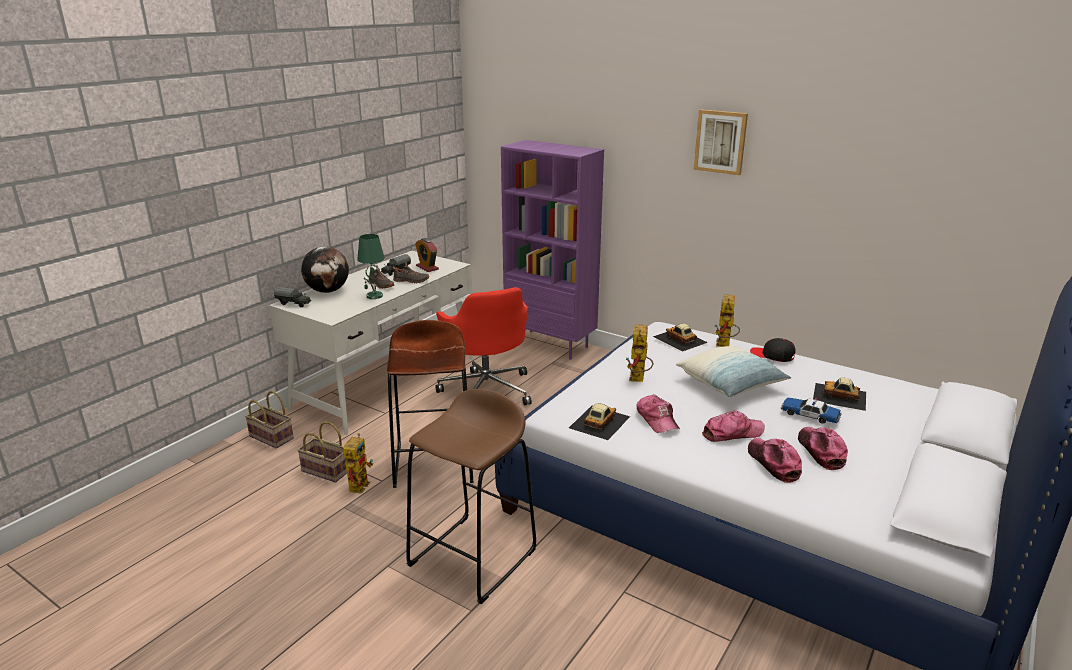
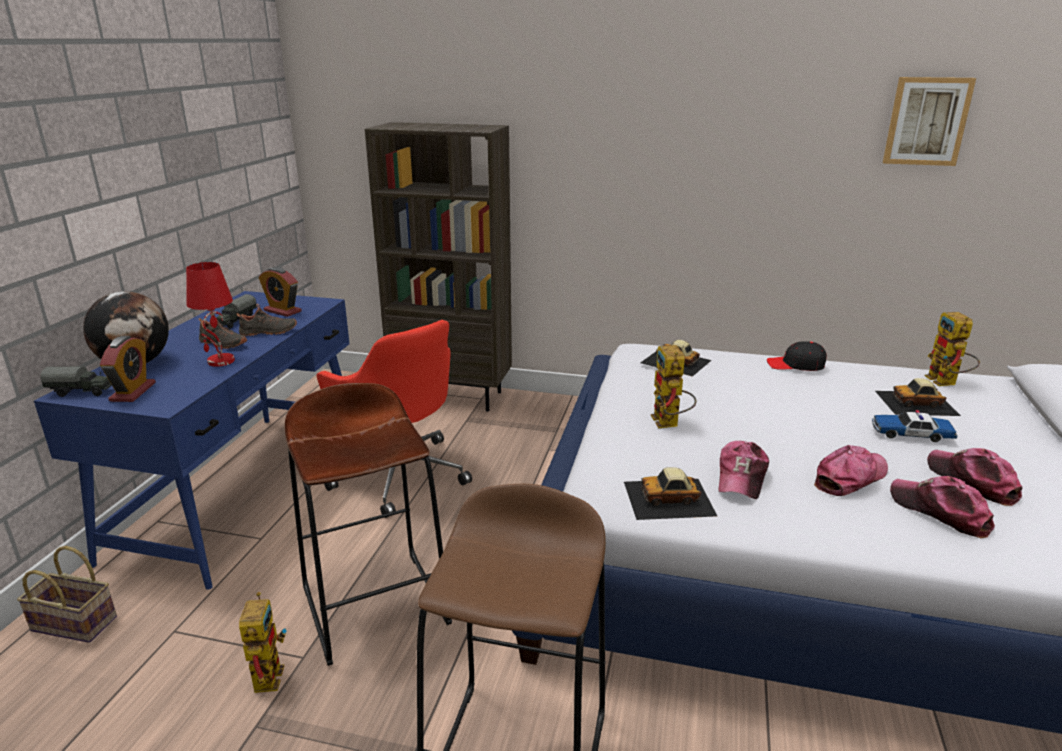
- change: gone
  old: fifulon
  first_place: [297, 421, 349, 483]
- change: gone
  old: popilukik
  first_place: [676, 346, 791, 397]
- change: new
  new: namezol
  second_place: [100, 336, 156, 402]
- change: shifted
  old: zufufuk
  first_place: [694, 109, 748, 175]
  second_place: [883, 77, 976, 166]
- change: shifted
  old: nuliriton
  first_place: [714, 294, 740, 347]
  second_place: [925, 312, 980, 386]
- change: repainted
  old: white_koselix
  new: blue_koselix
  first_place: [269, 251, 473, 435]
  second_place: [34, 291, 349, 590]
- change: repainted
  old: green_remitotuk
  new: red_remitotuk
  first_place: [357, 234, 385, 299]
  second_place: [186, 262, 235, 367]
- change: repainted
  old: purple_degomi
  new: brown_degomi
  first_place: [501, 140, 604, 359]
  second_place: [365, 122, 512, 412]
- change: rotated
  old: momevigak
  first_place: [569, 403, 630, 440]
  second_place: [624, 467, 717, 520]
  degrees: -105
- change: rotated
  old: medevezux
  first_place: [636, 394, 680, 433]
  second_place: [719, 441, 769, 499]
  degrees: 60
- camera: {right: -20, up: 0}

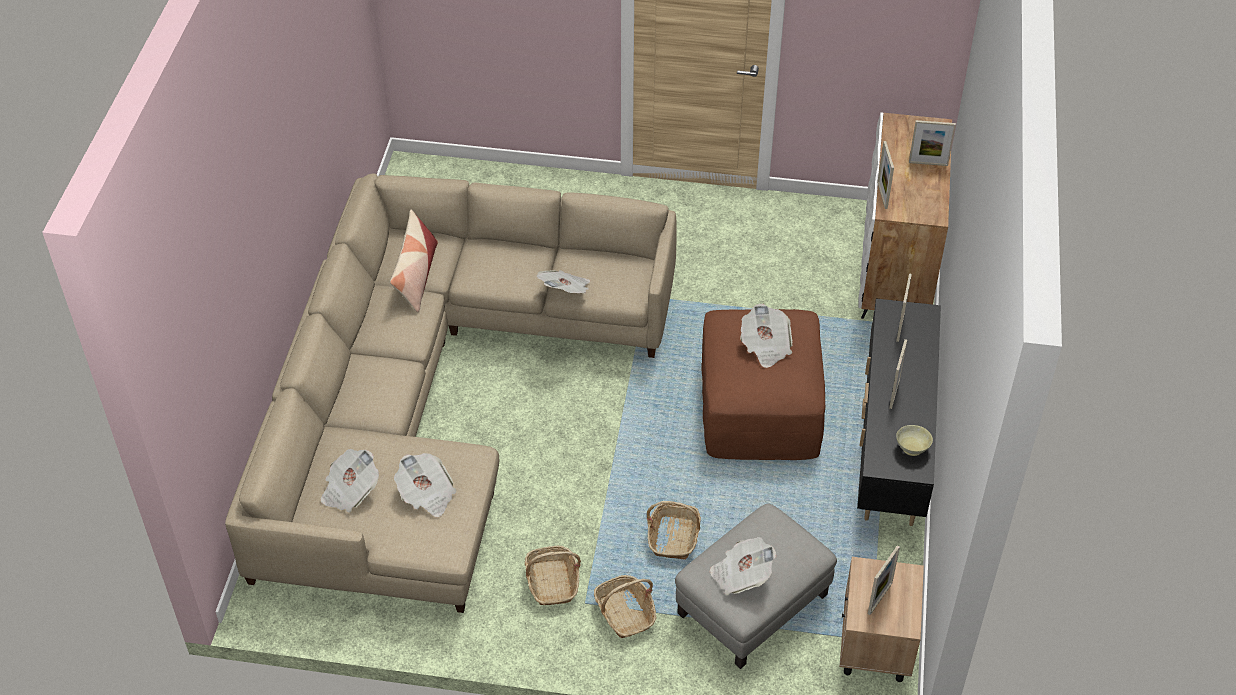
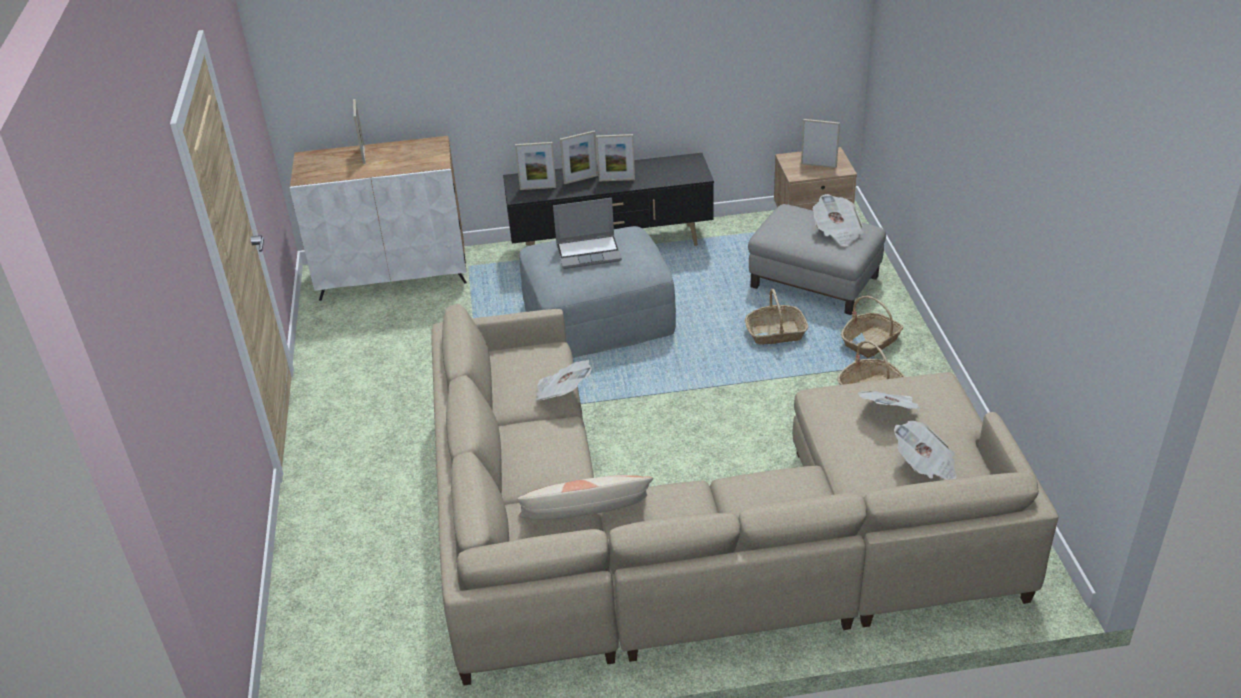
- change: gone
  old: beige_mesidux
  first_place: [896, 425, 933, 456]
- change: shifted
  old: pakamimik
  first_place: [877, 141, 894, 209]
  second_place: [560, 130, 598, 184]
- change: swapped
  old: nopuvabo
  new: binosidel
  first_place: [740, 304, 792, 368]
  second_place: [553, 198, 622, 269]
- change: repainted
  old: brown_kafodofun
  new: grey_kafodofun
  first_place: [701, 309, 825, 460]
  second_place: [519, 226, 676, 358]
- camera: {right: -105, up: -10}

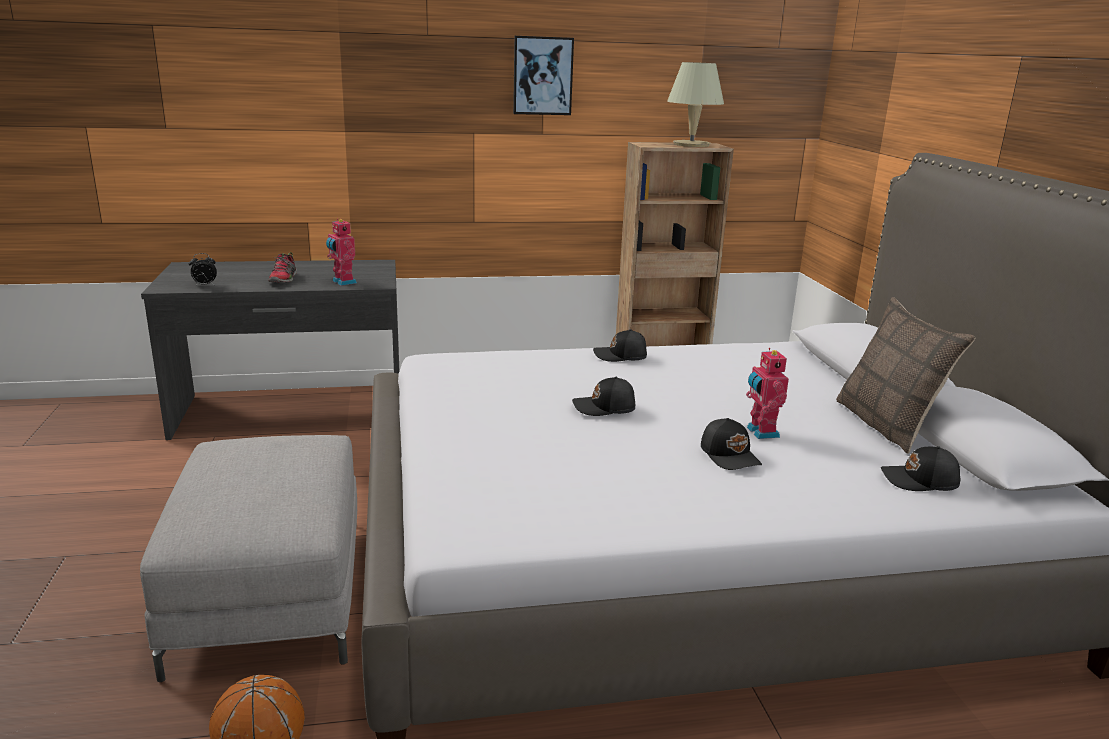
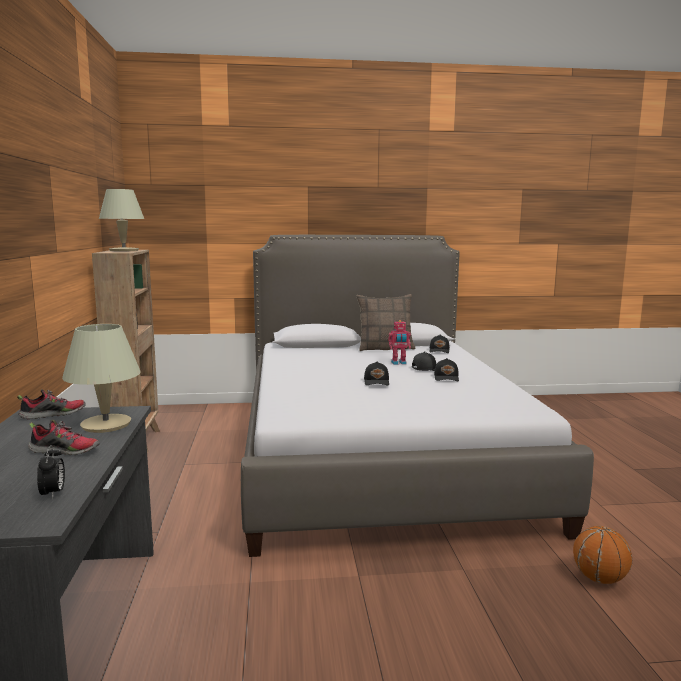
- change: gone
  old: grey_kafodofun
  first_place: [140, 435, 357, 682]
- change: gone
  old: zufufuk
  first_place: [513, 36, 574, 115]
- change: new
  new: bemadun
  second_place: [17, 389, 86, 420]
- change: shifted
  old: black_medevezux
  first_place: [593, 329, 647, 362]
  second_place: [434, 358, 459, 381]
- change: swapped
  old: nuliriton
  new: beige_remitotuk
  first_place: [326, 218, 357, 286]
  second_place: [62, 324, 141, 433]
- camera: {right: -85, up: -10}

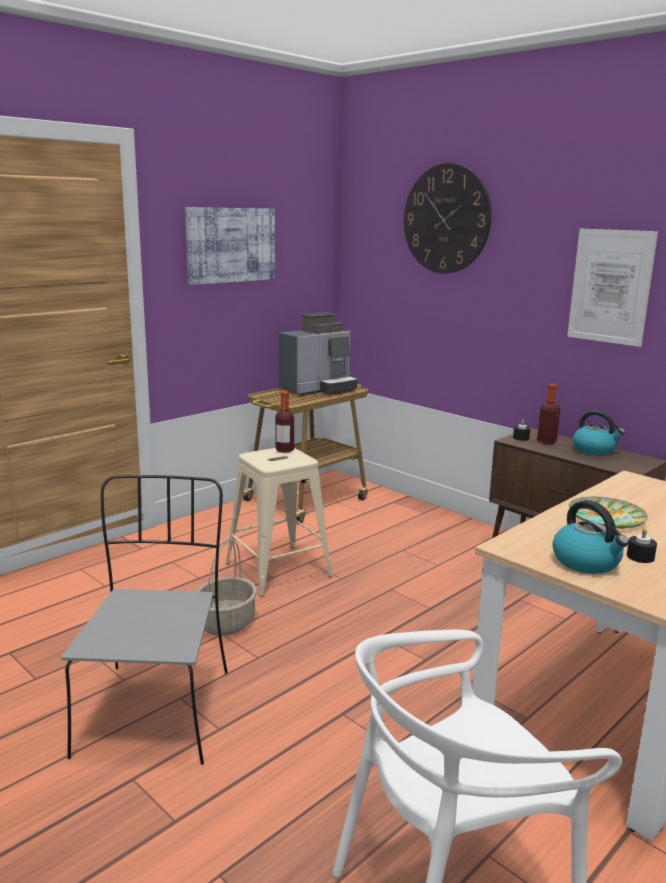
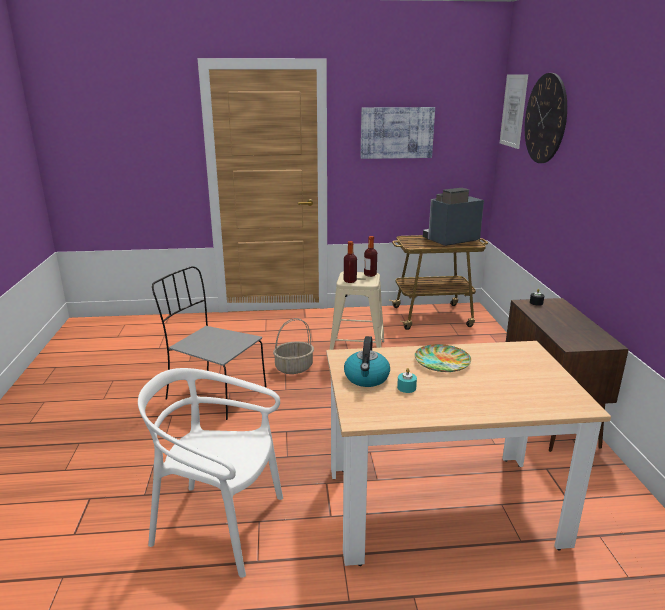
- change: gone
  old: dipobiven
  first_place: [573, 410, 625, 455]
- change: shifted
  old: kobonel
  first_place: [537, 384, 560, 444]
  second_place: [344, 241, 357, 283]
- change: shifted
  old: zufufuk
  first_place: [567, 229, 658, 347]
  second_place: [500, 75, 528, 149]
- change: repainted
  old: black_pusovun
  new: turquoise_pusovun
  first_place: [627, 528, 657, 563]
  second_place: [397, 368, 417, 393]
- change: rotated
  old: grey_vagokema
  first_place: [61, 475, 228, 765]
  second_place: [152, 266, 267, 420]
  degrees: -105
- change: rotated
  old: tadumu
  first_place: [279, 312, 357, 395]
  second_place: [423, 188, 484, 246]
  degrees: 150
- camera: {right: 40, up: 5}

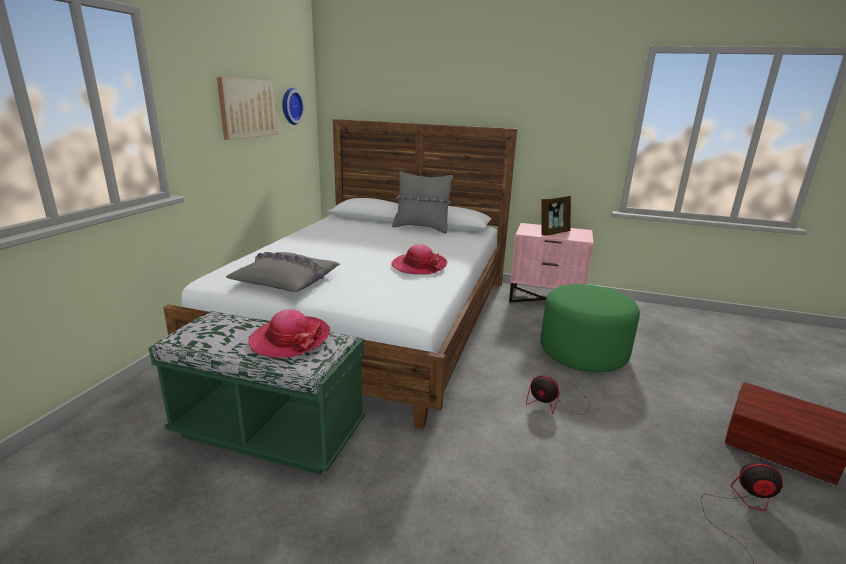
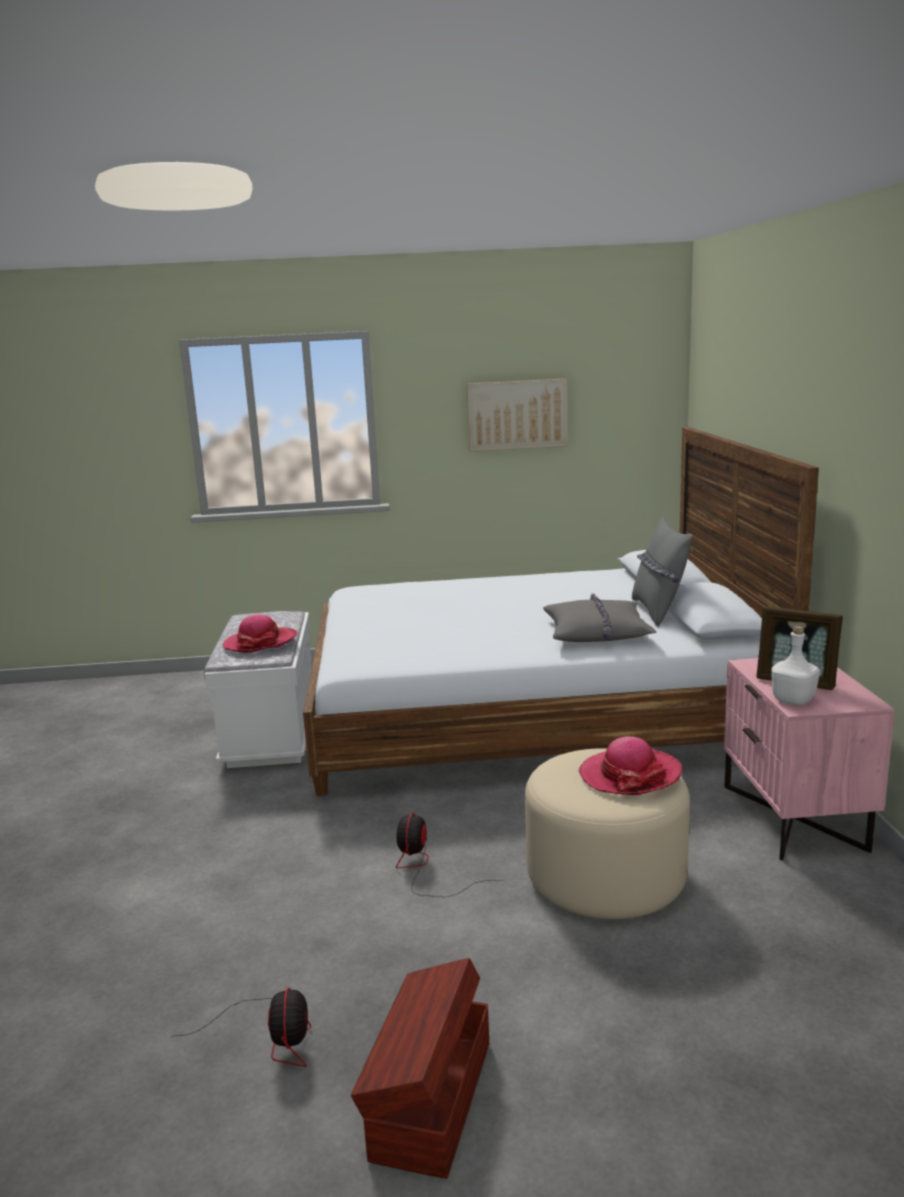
- change: gone
  old: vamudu
  first_place: [282, 88, 305, 125]
- change: new
  new: white_kobonel
  second_place: [771, 626, 820, 705]
- change: shifted
  old: grey_popilukik
  first_place: [226, 252, 340, 292]
  second_place: [543, 593, 656, 642]
- change: shifted
  old: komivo
  first_place: [391, 244, 447, 275]
  second_place: [579, 736, 682, 795]
- change: repainted
  old: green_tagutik
  new: white_tagutik
  first_place: [149, 311, 365, 474]
  second_place: [204, 611, 312, 768]
- change: repainted
  old: green_kafodofun
  new: beige_kafodofun
  first_place: [540, 284, 640, 372]
  second_place: [525, 748, 690, 919]
- camera: {right: 70, up: -5}

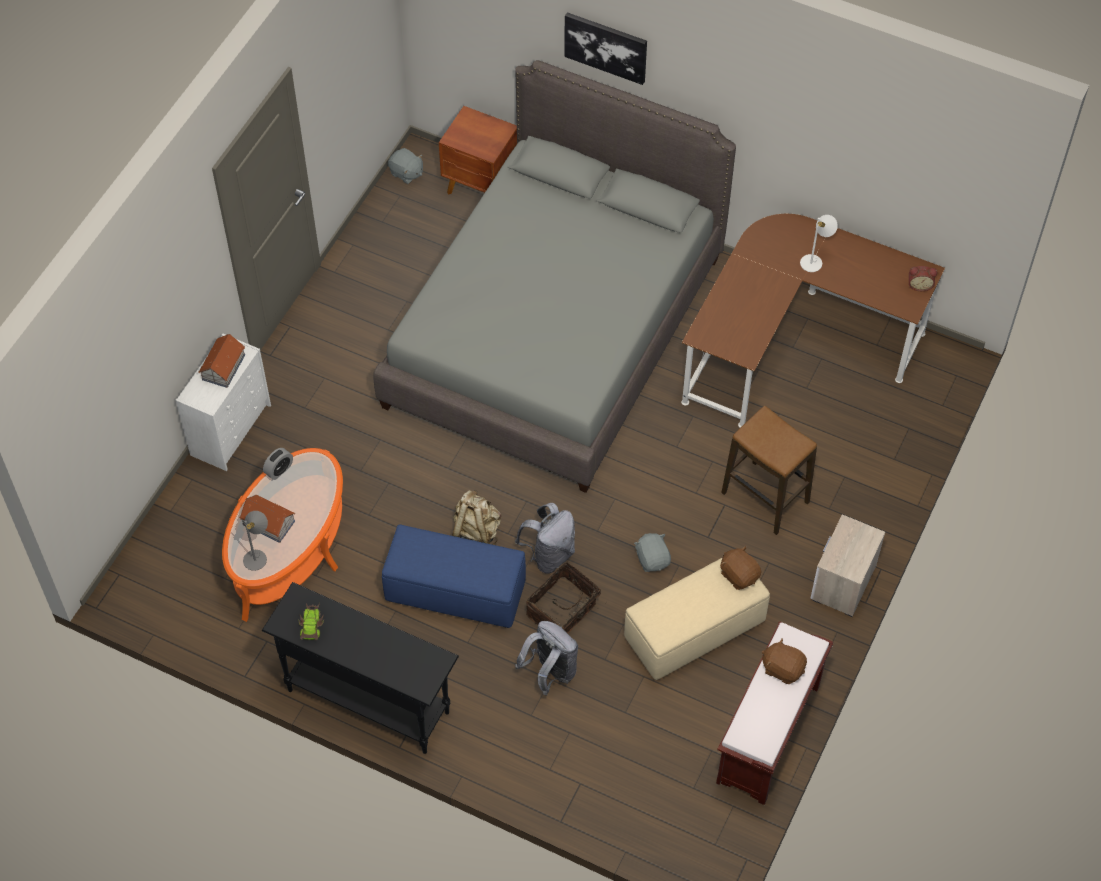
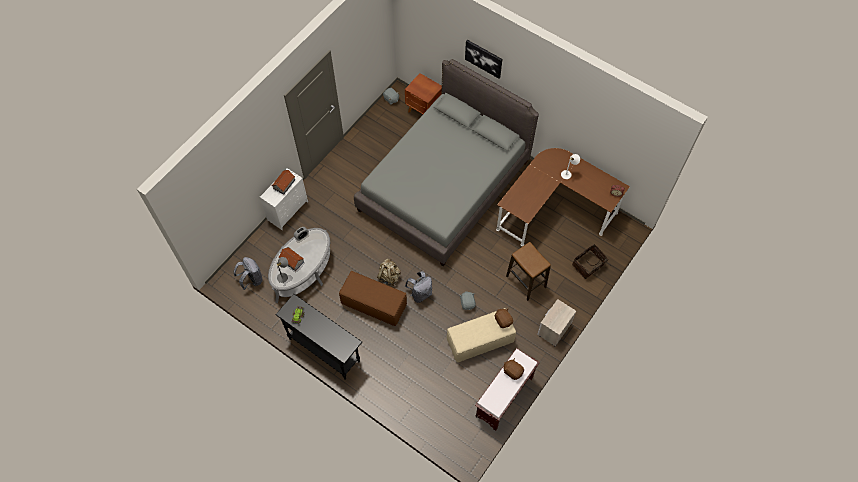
- change: shifted
  old: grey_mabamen
  first_place: [515, 621, 578, 696]
  second_place: [234, 257, 262, 290]
- change: shifted
  old: fifulon
  first_place: [526, 562, 607, 633]
  second_place: [572, 244, 608, 279]
- change: repainted
  old: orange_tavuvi
  new: grey_tavuvi
  first_place: [222, 448, 343, 622]
  second_place: [268, 228, 330, 303]
- change: repainted
  old: blue_kafodofun
  new: brown_kafodofun
  first_place: [382, 524, 526, 628]
  second_place: [339, 271, 407, 326]
- camera: {right: 10, up: 5}

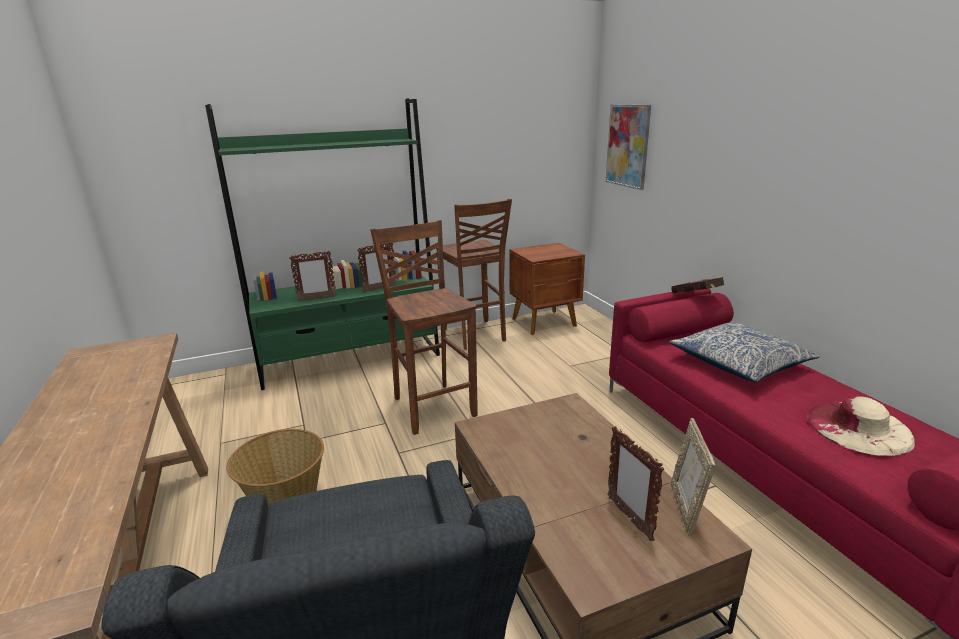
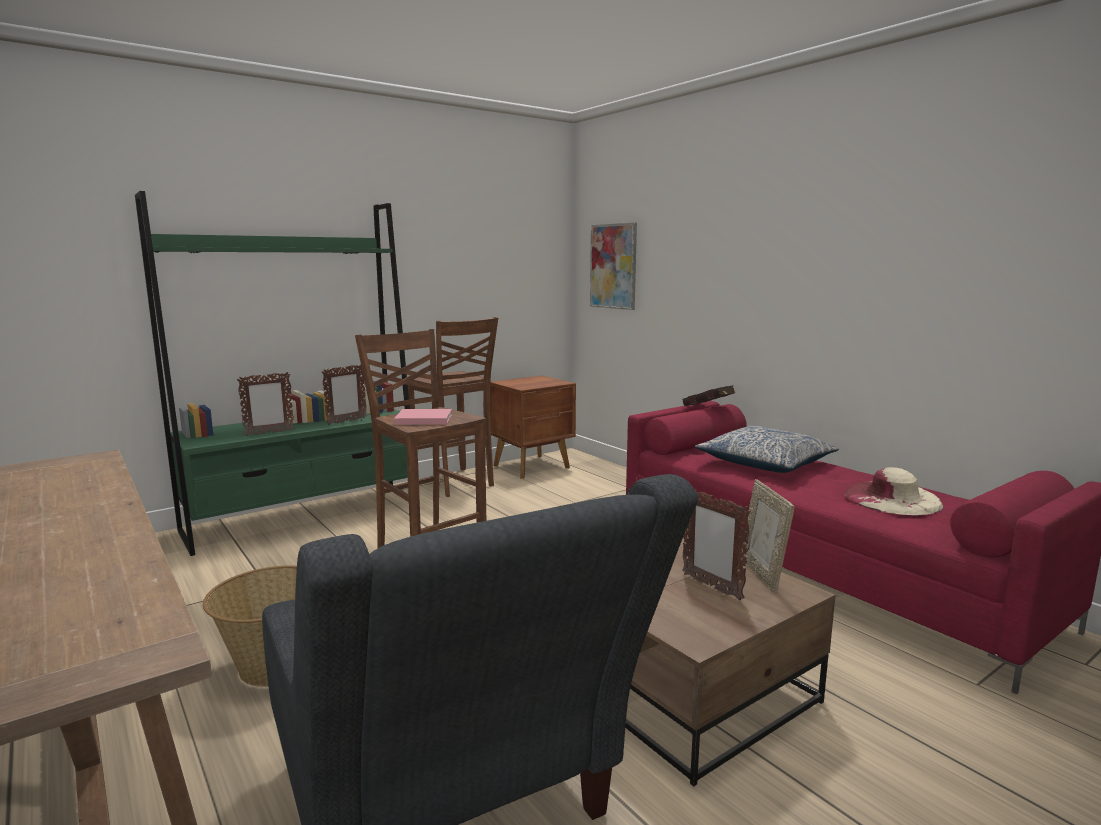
- change: new
  new: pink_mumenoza
  second_place: [394, 409, 452, 425]
- camera: {right: -15, up: -10}

